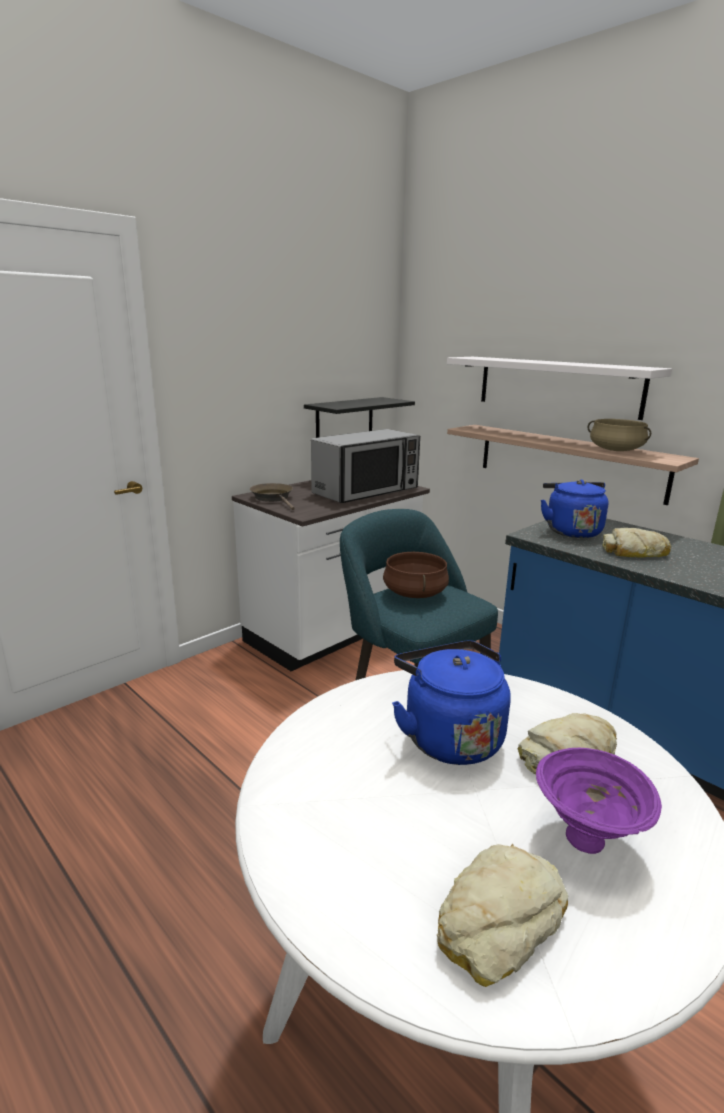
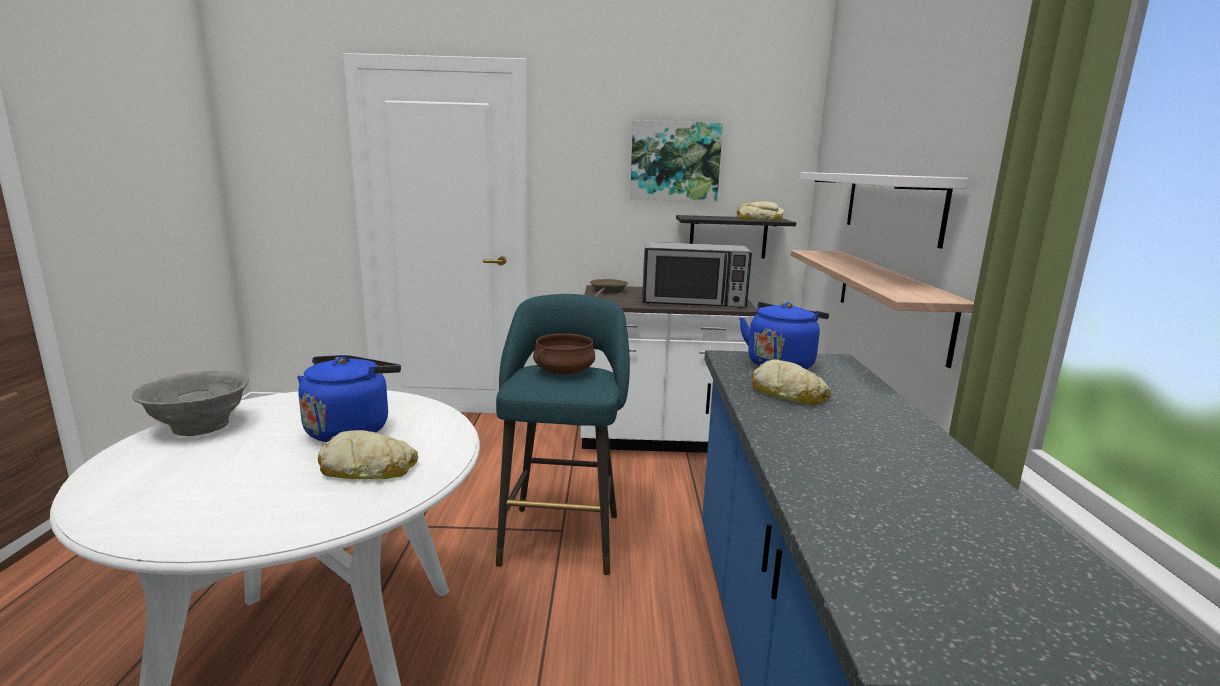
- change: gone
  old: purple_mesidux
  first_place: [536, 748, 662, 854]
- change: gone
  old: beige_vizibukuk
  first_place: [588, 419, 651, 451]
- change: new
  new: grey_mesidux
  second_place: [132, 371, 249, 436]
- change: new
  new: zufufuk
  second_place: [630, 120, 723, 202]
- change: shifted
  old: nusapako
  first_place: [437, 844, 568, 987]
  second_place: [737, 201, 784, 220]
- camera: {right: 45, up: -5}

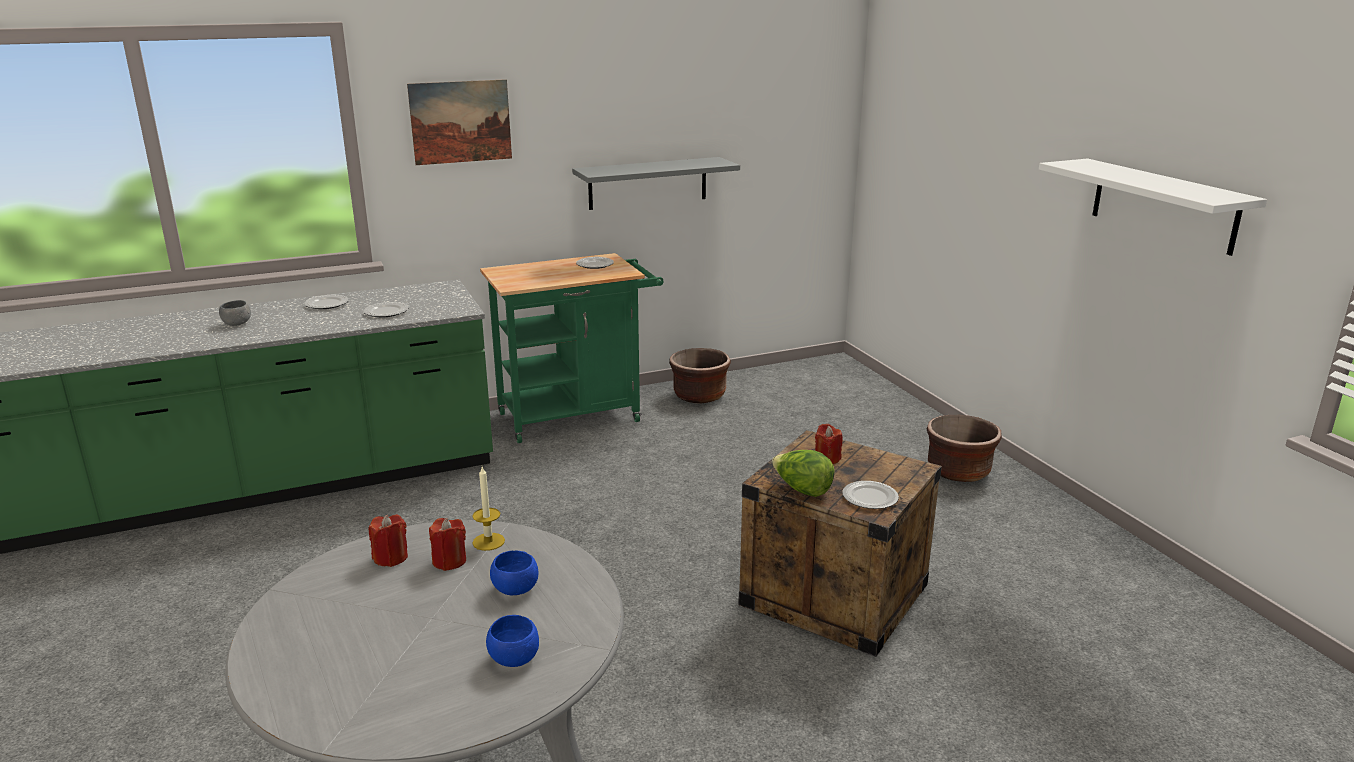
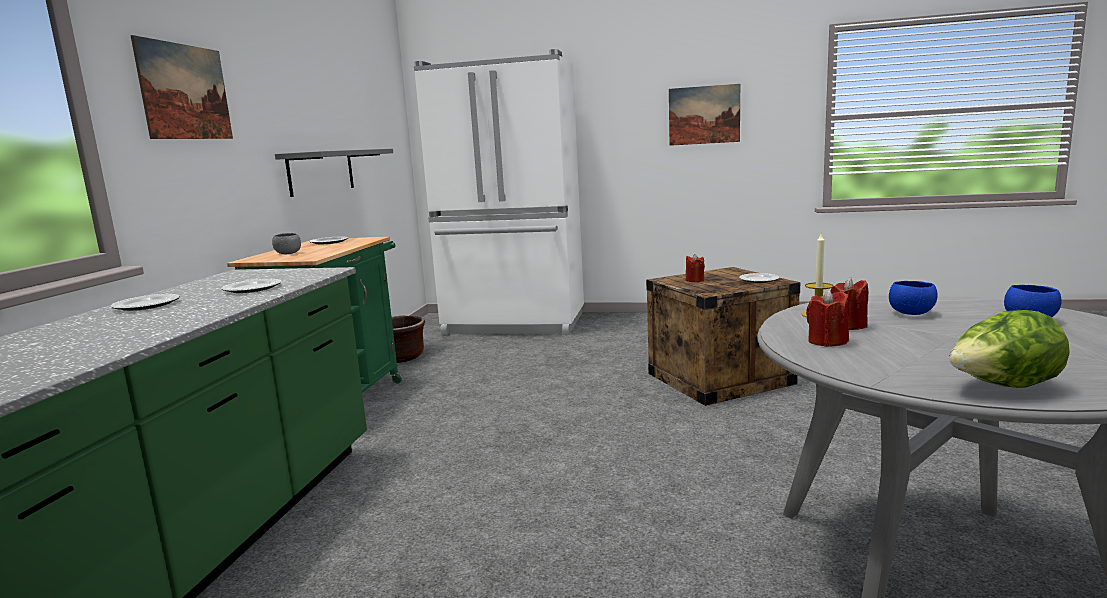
- change: gone
  old: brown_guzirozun
  first_place: [927, 415, 1002, 482]
- change: new
  new: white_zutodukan
  second_place: [414, 49, 584, 335]
- change: shifted
  old: grey_mesidux
  first_place: [219, 300, 251, 326]
  second_place: [272, 233, 301, 254]
- change: shifted
  old: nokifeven
  first_place: [772, 450, 835, 497]
  second_place: [949, 310, 1070, 388]
- change: swapped
  old: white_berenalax
  new: zufufuk
  first_place: [1039, 158, 1267, 256]
  second_place: [669, 84, 740, 146]
- camera: {right: -55, up: -10}

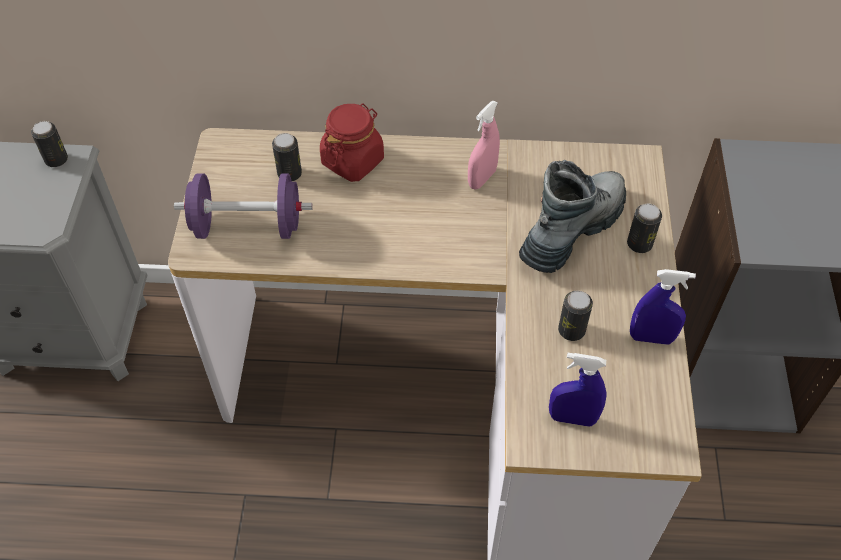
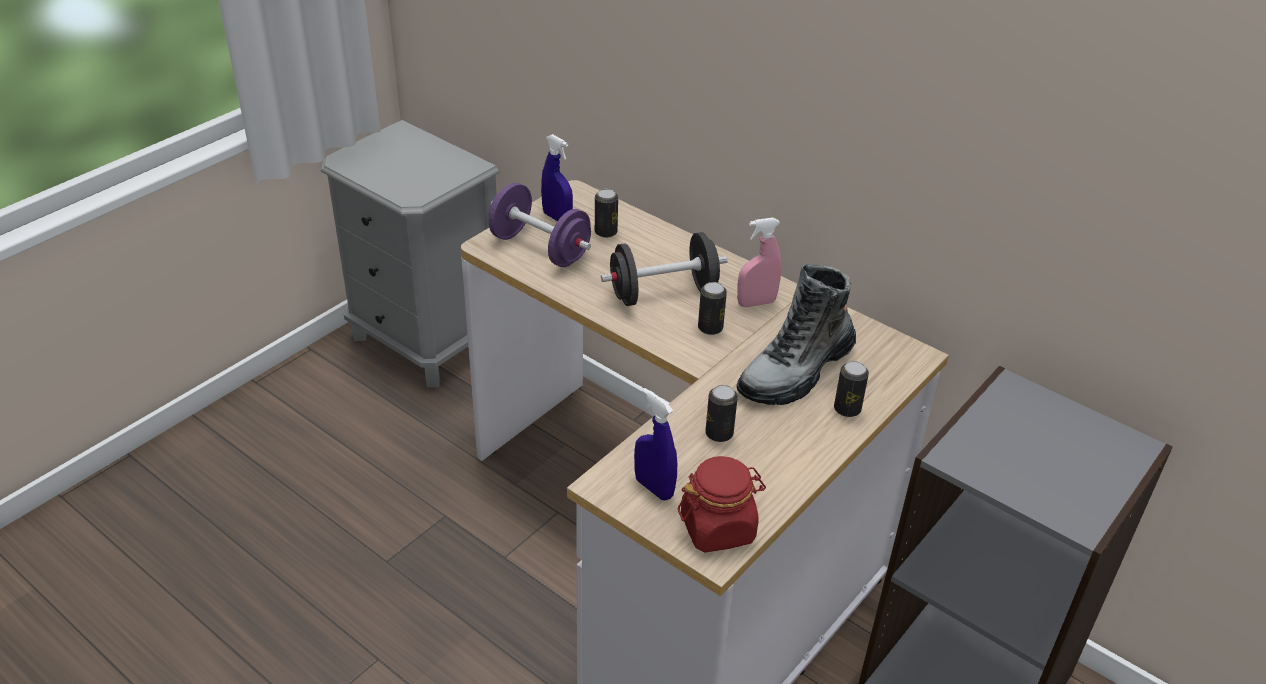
- change: new
  new: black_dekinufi
  second_place: [601, 232, 727, 306]
- change: shifted
  old: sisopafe
  first_place: [31, 121, 68, 167]
  second_place: [698, 282, 727, 335]
- change: shifted
  old: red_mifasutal
  first_place: [320, 103, 384, 182]
  second_place: [678, 456, 766, 552]
- change: shifted
  old: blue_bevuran
  first_place: [630, 269, 696, 344]
  second_place: [541, 134, 573, 221]
- change: rotated
  old: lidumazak
  first_place: [519, 160, 626, 273]
  second_place: [736, 264, 856, 405]
  degrees: 150
- camera: {right: 35, up: -15}

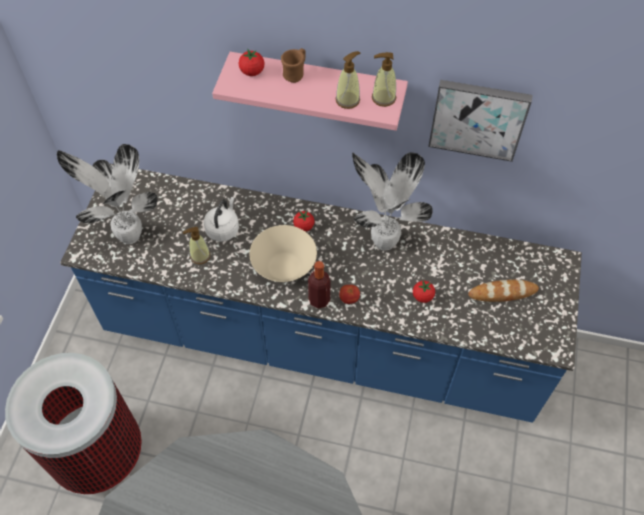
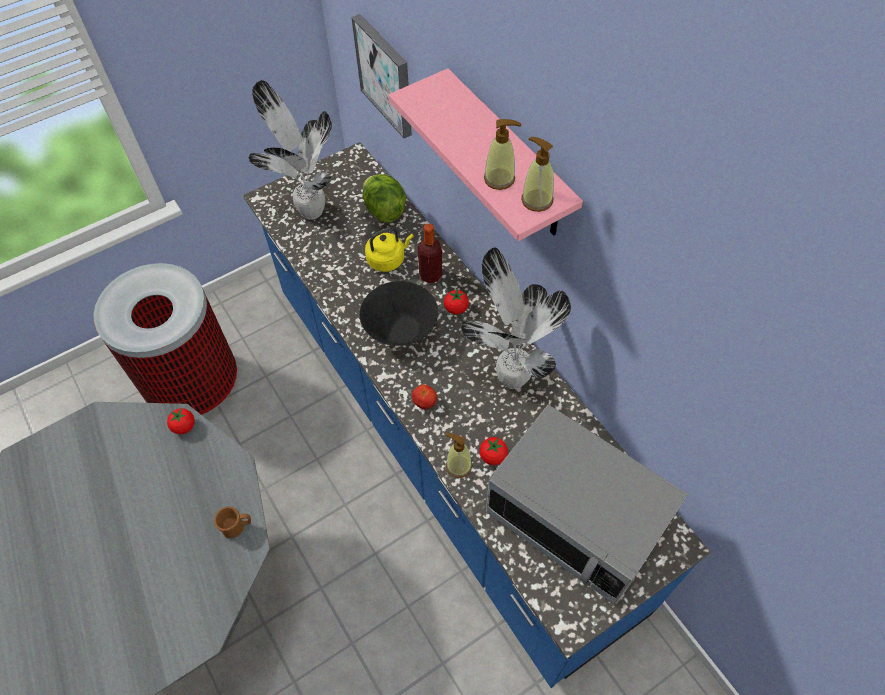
- change: new
  new: nokifeven
  second_place: [363, 174, 406, 223]
- change: shifted
  old: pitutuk
  first_place: [183, 227, 210, 264]
  second_place: [446, 433, 472, 478]
- change: shifted
  old: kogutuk
  first_place: [239, 49, 265, 76]
  second_place: [167, 408, 195, 434]
- change: shifted
  old: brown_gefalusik
  first_place: [281, 48, 306, 83]
  second_place: [214, 507, 251, 538]
- change: shifted
  old: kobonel
  first_place: [308, 261, 331, 308]
  second_place: [417, 223, 442, 283]
- change: shifted
  old: zufufuk
  first_place: [428, 80, 533, 162]
  second_place: [352, 14, 412, 138]
- change: swapped
  old: nusapako
  new: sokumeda
  first_place: [468, 280, 539, 302]
  second_place: [486, 404, 688, 605]
- change: repainted
  old: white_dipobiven
  new: yellow_dipobiven
  first_place: [204, 197, 239, 242]
  second_place: [365, 227, 414, 272]
- change: repainted
  old: beige_mesidux
  new: black_mesidux
  first_place: [249, 225, 317, 282]
  second_place: [360, 281, 438, 346]
- camera: {right: 45, up: 0}

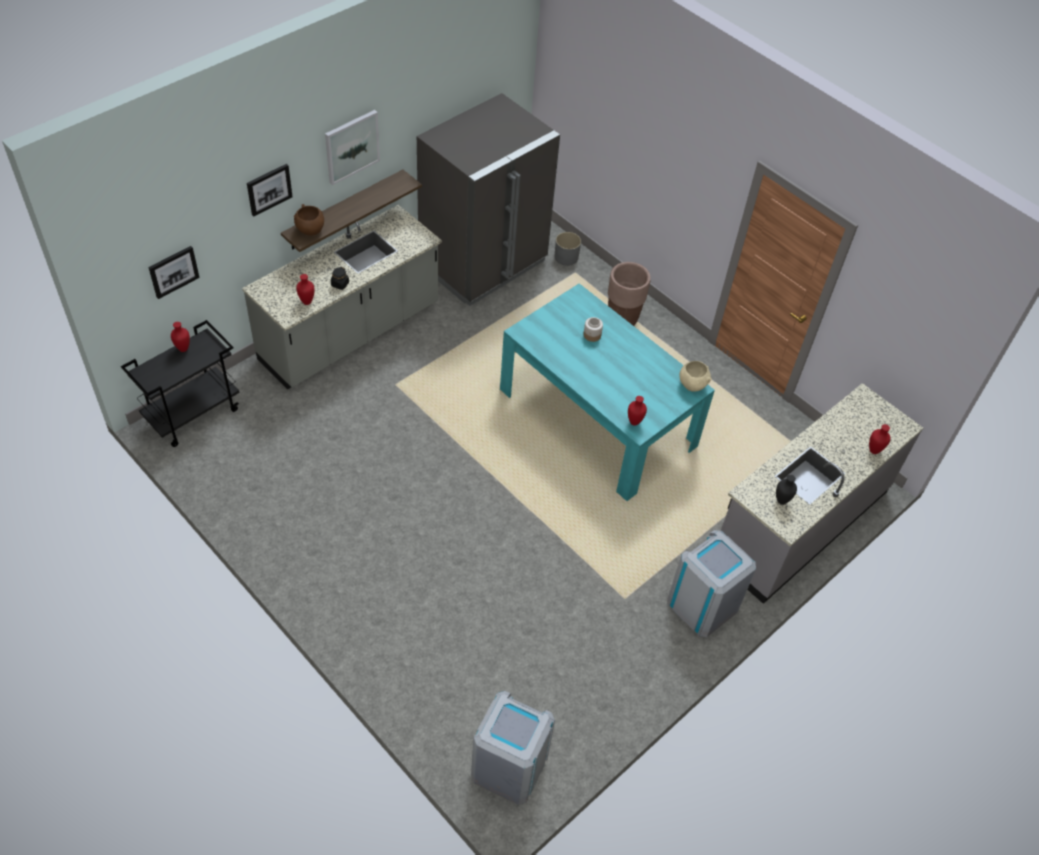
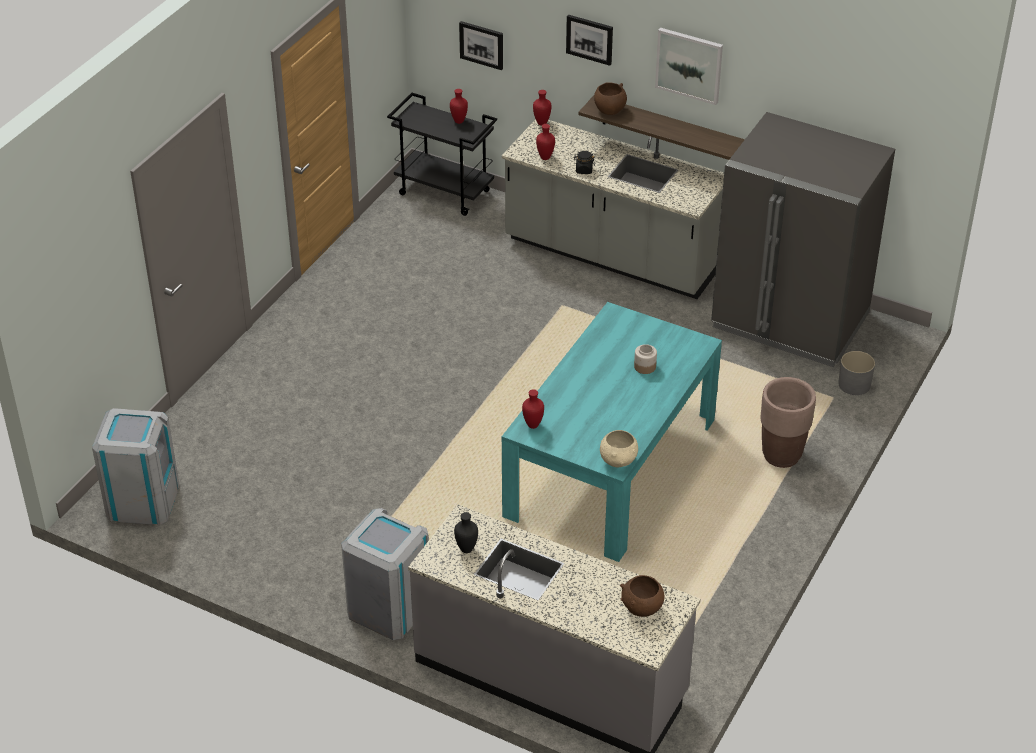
- change: new
  new: brown_mesidux
  second_place: [620, 575, 664, 617]
- change: shifted
  old: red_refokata
  first_place: [869, 424, 890, 454]
  second_place: [533, 90, 551, 126]
- camera: {right: 75, up: -10}

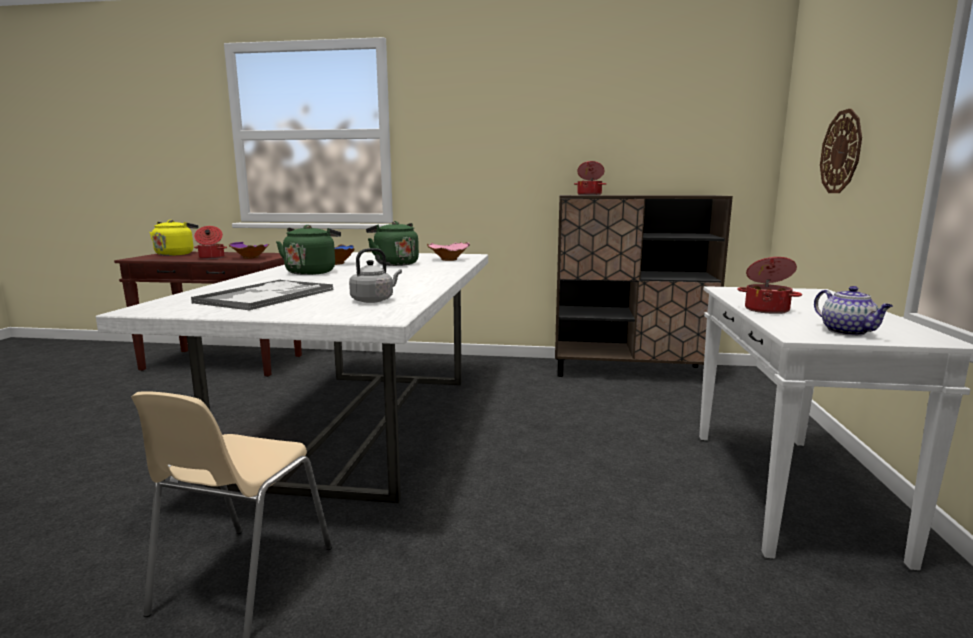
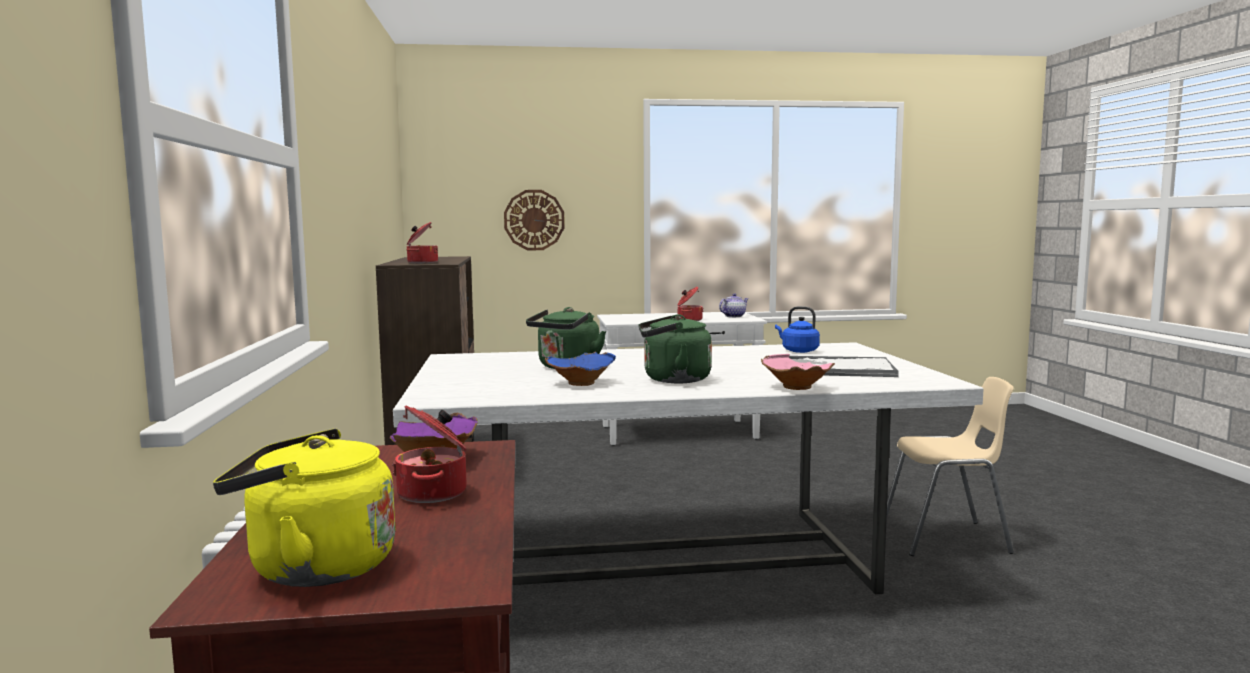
- change: shifted
  old: pink_mesidux
  first_place: [427, 242, 470, 261]
  second_place: [761, 354, 835, 390]
- change: repainted
  old: grey_dipobiven
  new: blue_dipobiven
  first_place: [349, 248, 402, 303]
  second_place: [775, 306, 820, 353]
- camera: {right: -105, up: -5}

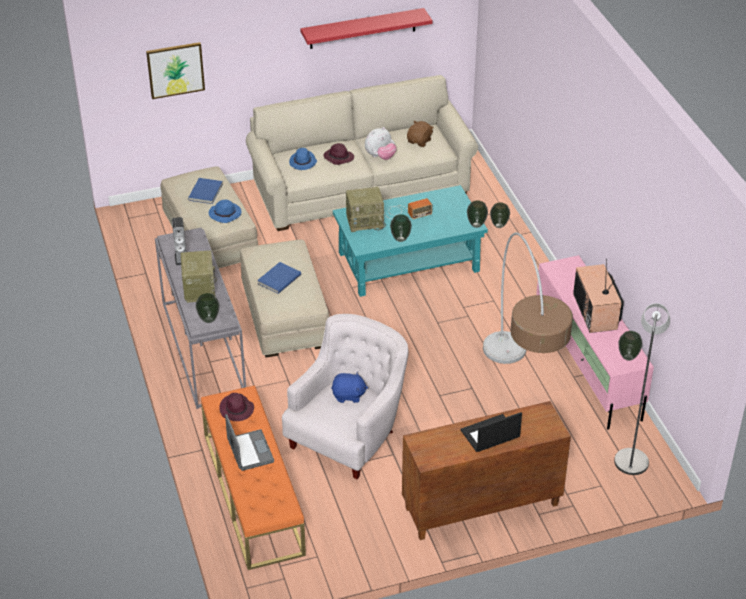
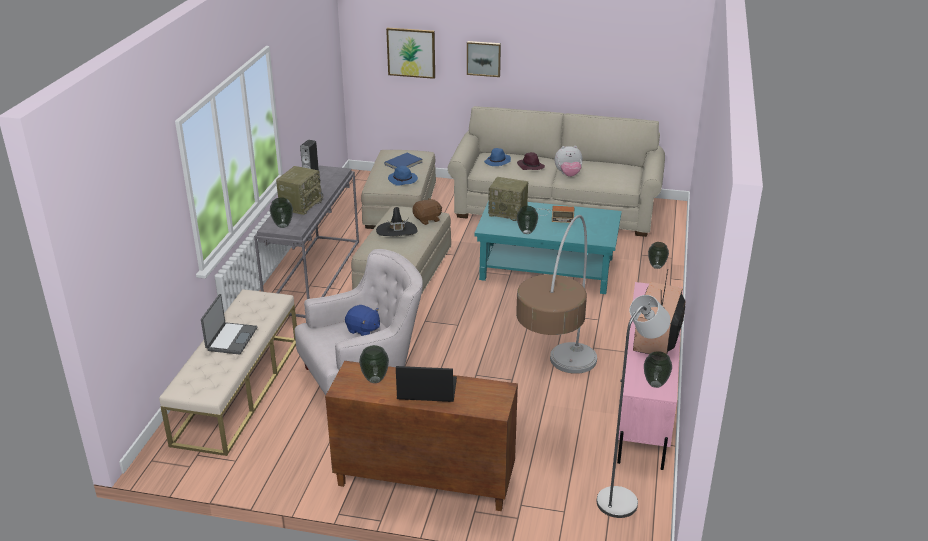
- change: gone
  old: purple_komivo
  first_place: [219, 393, 254, 421]
- change: gone
  old: red_berenalax
  first_place: [300, 8, 433, 49]
- change: new
  new: zufufuk
  second_place: [467, 41, 501, 77]
- change: shifted
  old: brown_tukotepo
  first_place: [407, 121, 434, 147]
  second_place: [412, 198, 442, 225]
- change: shifted
  old: refokata
  first_place: [467, 200, 488, 228]
  second_place: [359, 345, 389, 383]
- change: swapped
  old: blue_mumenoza
  new: black_komivo
  first_place: [257, 262, 301, 294]
  second_place: [376, 207, 418, 236]
- change: repainted
  old: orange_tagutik
  new: beige_tagutik
  first_place: [201, 385, 306, 570]
  second_place: [159, 289, 297, 456]
- camera: {right: 30, up: -10}

